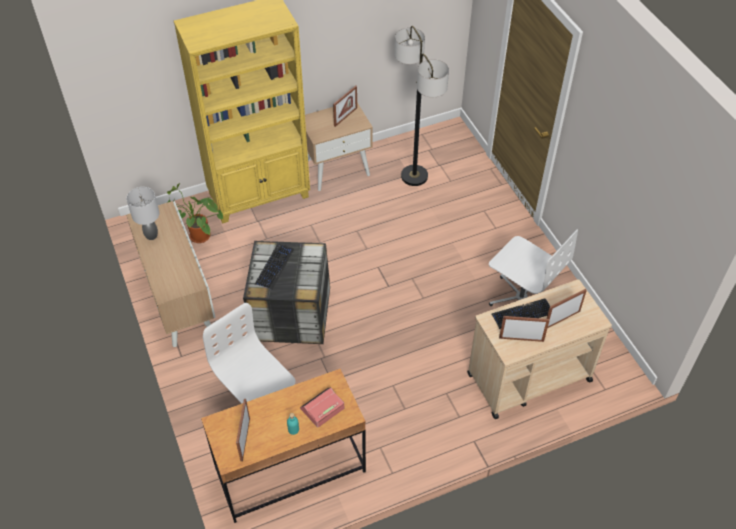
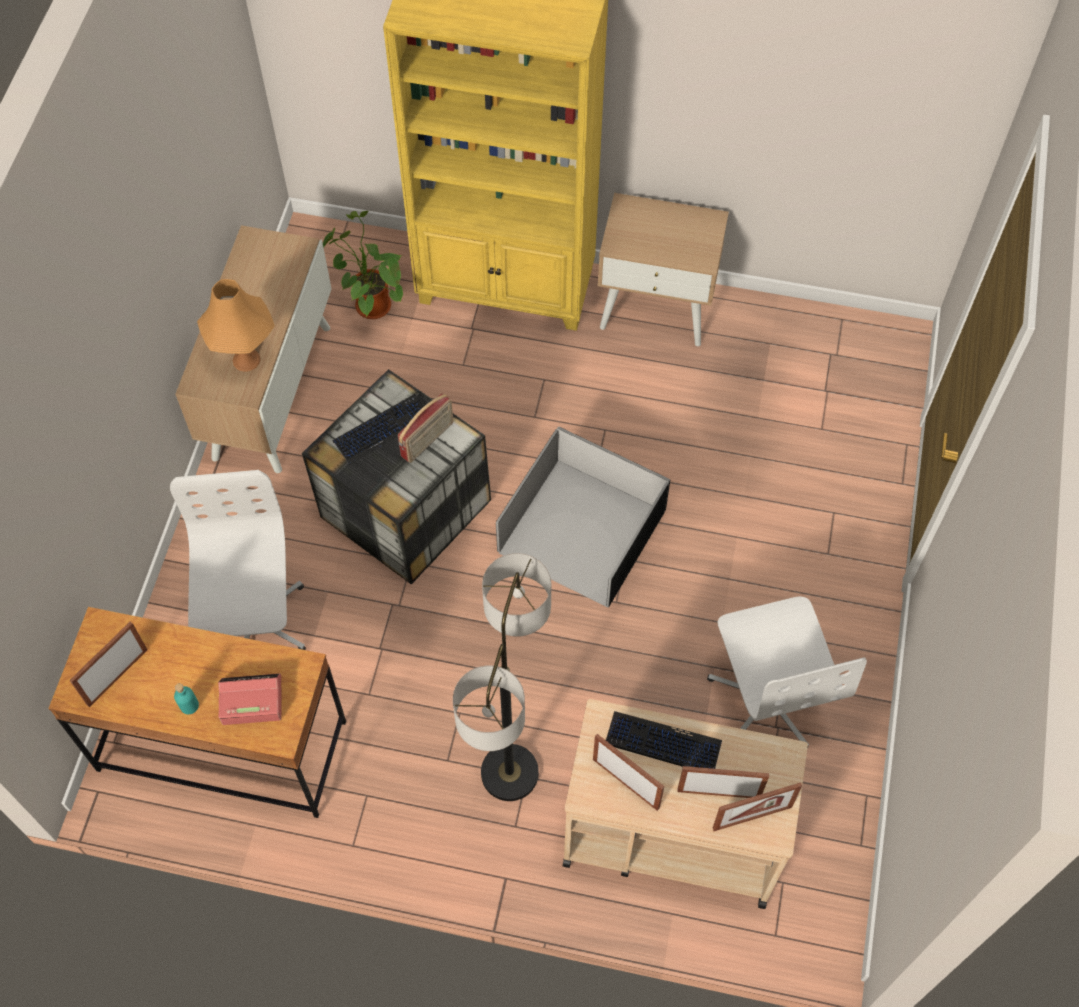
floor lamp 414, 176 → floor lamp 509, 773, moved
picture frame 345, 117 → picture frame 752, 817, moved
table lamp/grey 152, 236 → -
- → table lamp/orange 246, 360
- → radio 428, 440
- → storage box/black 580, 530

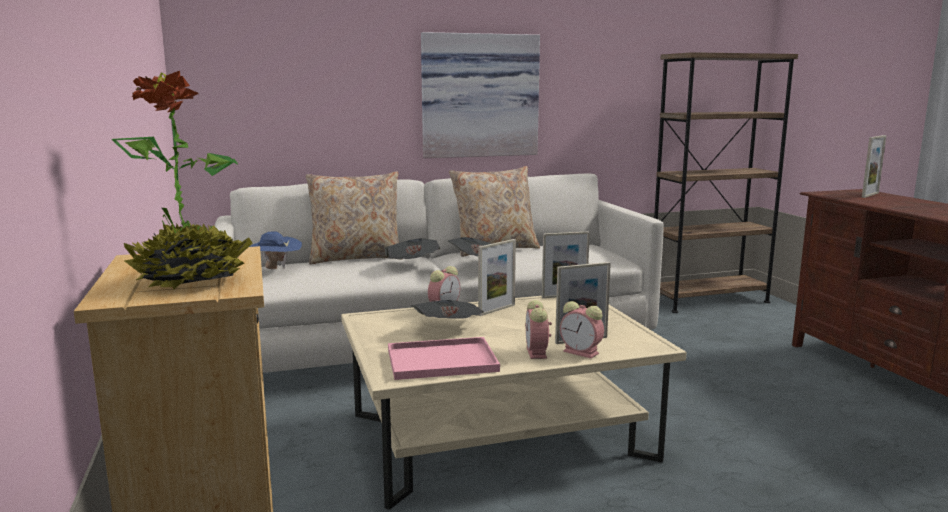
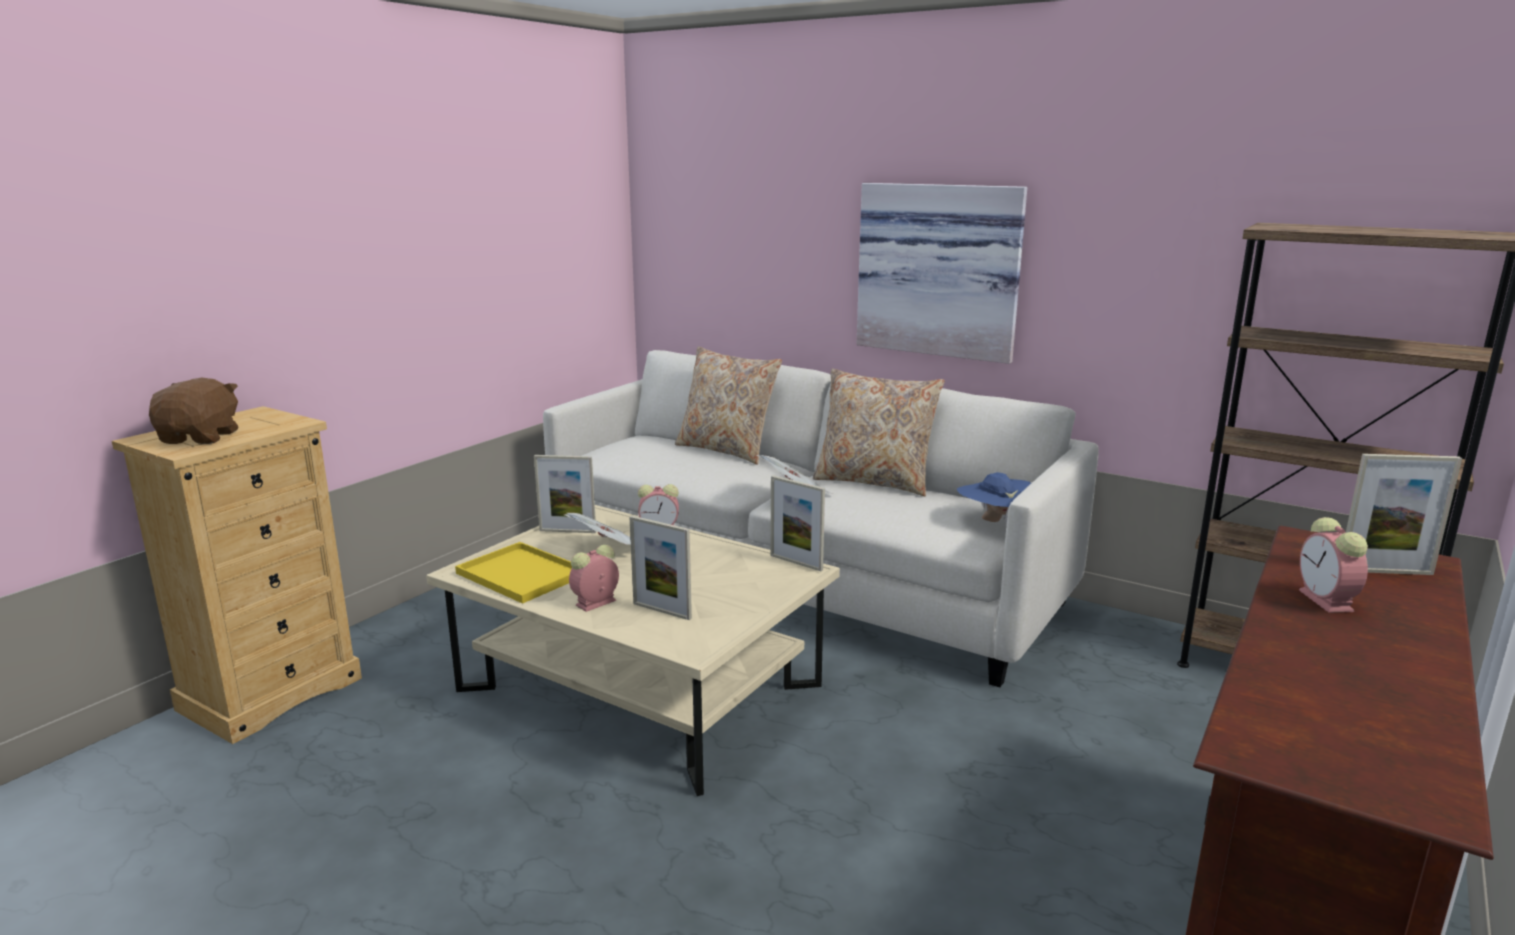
potted plant 191, 280 → plush toy/brown 201, 437
hat/blue 274, 269 → hat/blue 994, 521, moved
newspaper 412, 265 → -
picture frame 496, 310 → picture frame 567, 531, moved
alarm clock 582, 352 → alarm clock 1328, 601, moved
tray/pink 439, 361 → tray/yellow 519, 574

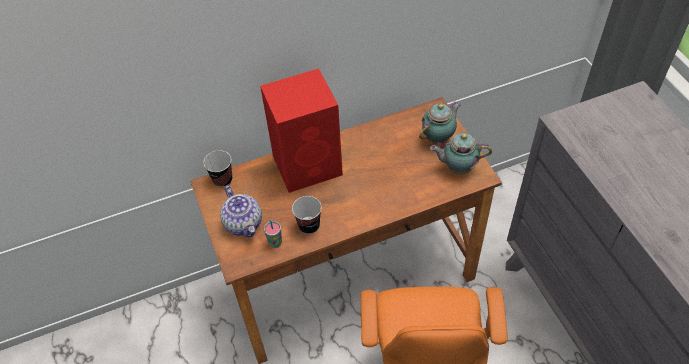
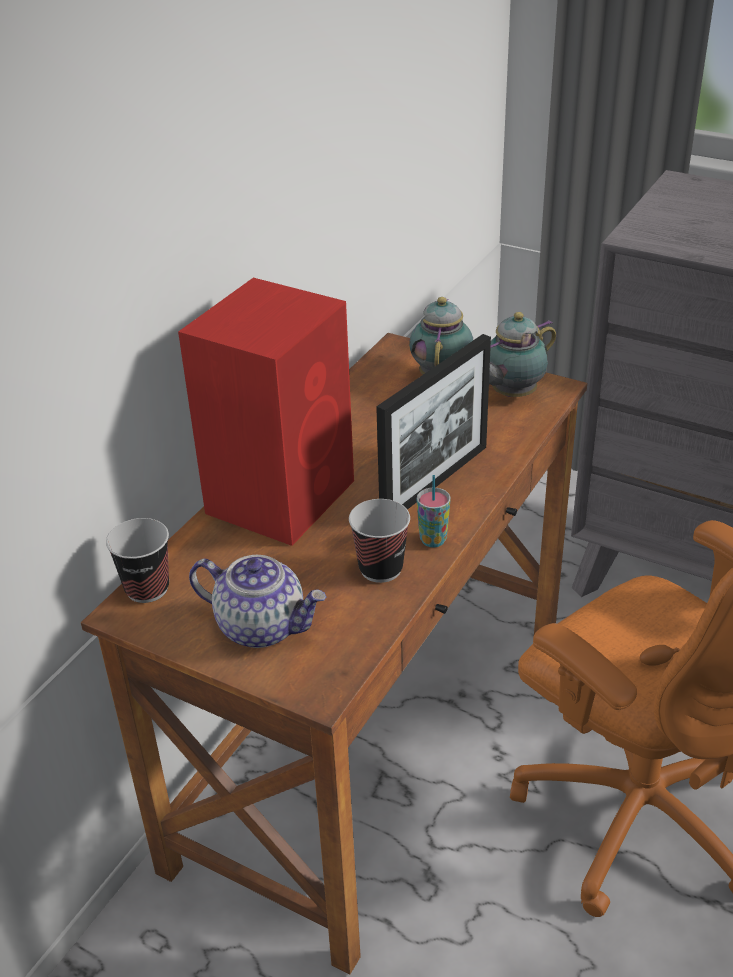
cup 275, 243 → cup 433, 540, moved
- → picture frame 435, 483

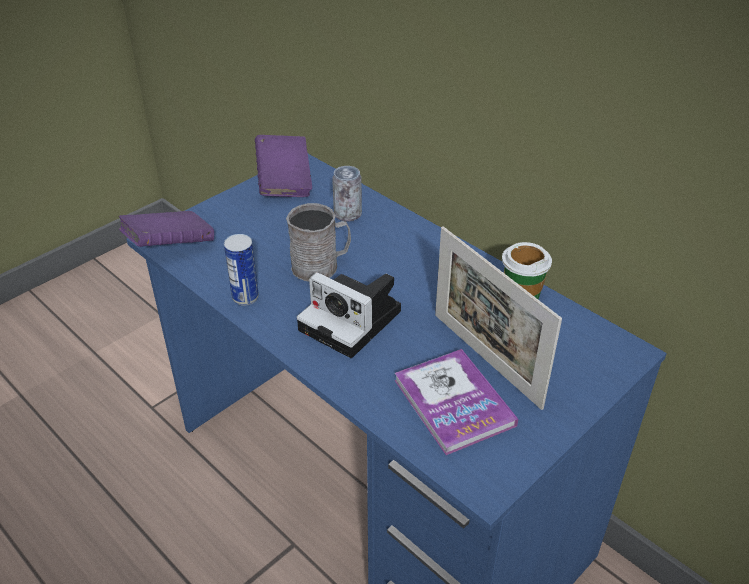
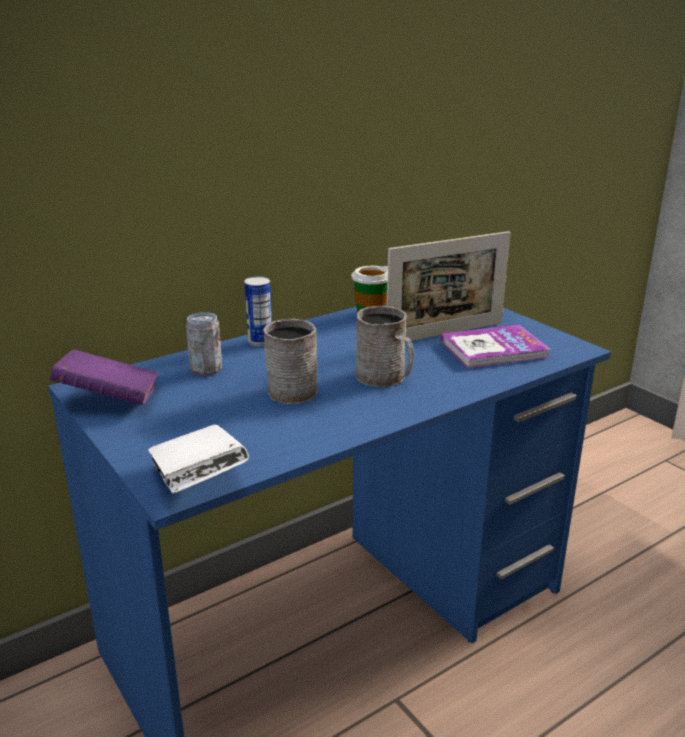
book/purple 170, 246 → book/white 198, 481
can 245, 297 → can 260, 342, moved
photo camera 354, 321 → mug/grey 385, 378

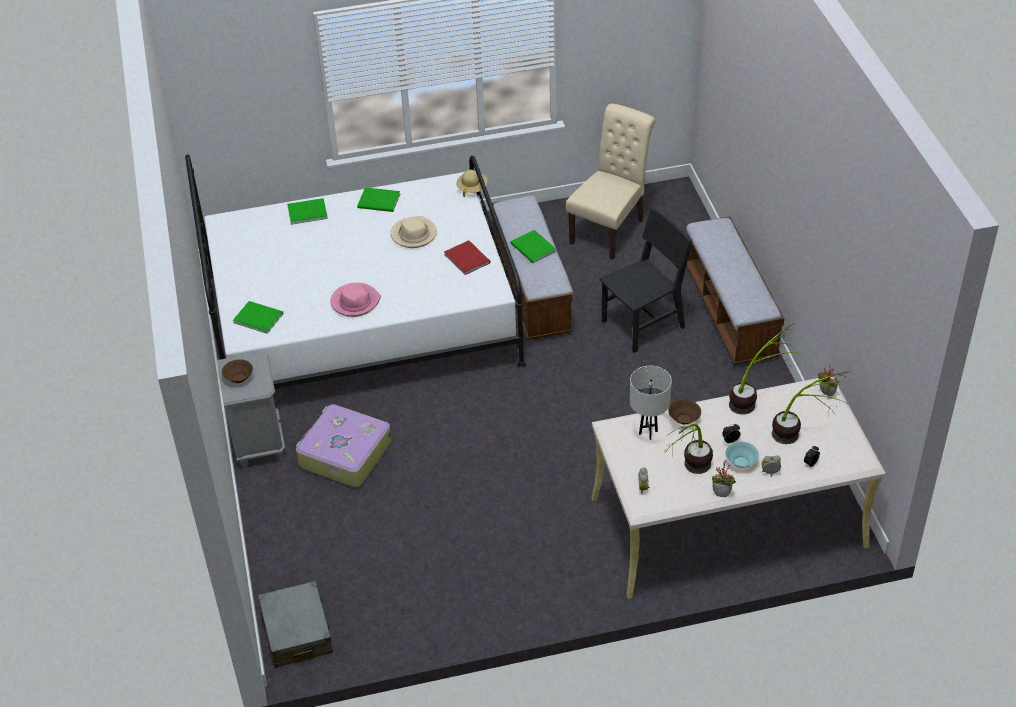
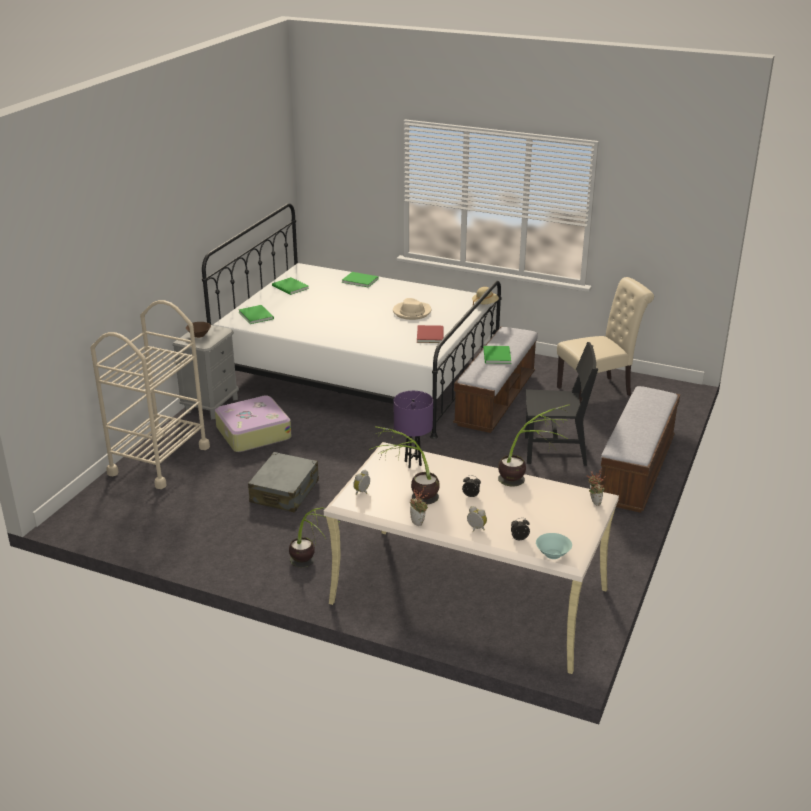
book/green 380, 202 → book/green 290, 288, moved
hat/pink 355, 302 → -
table lamp/white 648, 432 → table lamp/purple 413, 463
potted plant 802, 436 → potted plant 312, 566, moved
bowl/brown 684, 419 → -
bowl/turquoise 741, 462 → bowl/turquoise 553, 554, moved
suitcase/grey 297, 632 → suitcase/grey 285, 492, moved
- → cart/beige 159, 460

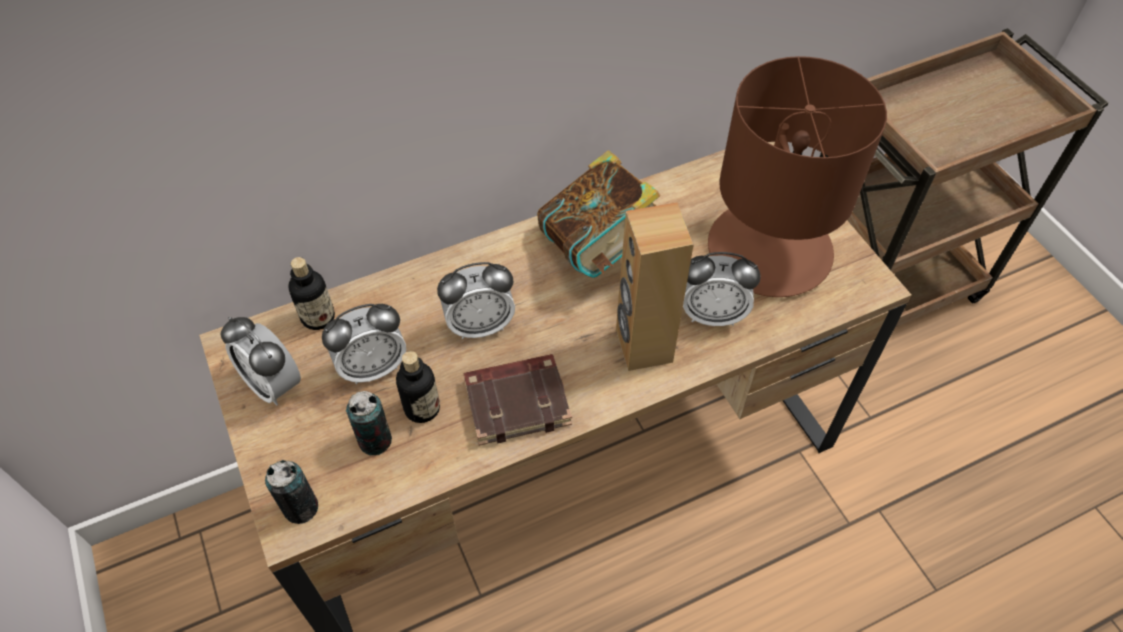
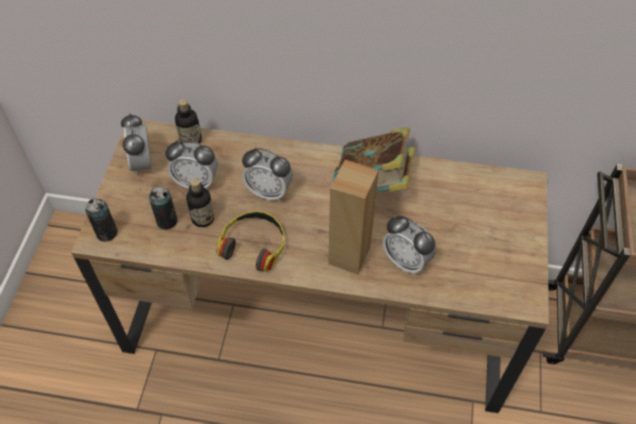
table lamp/brown 769, 248 → -
book/brown 518, 401 → headphones 254, 244

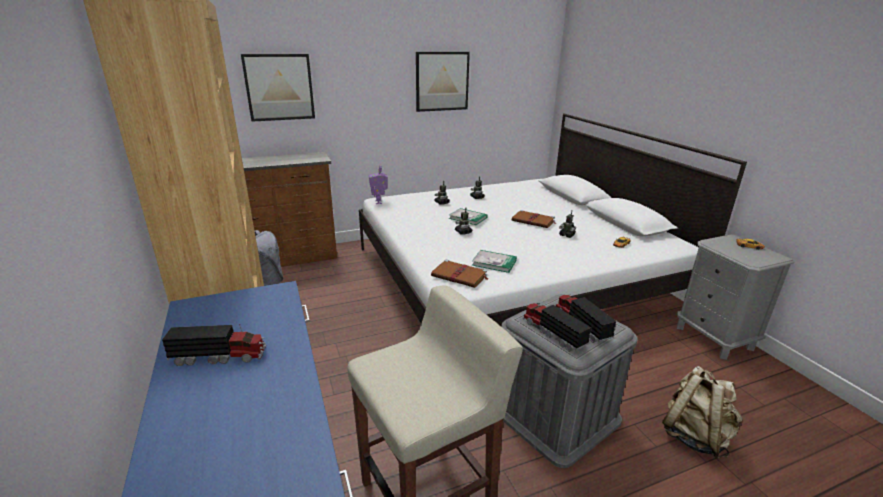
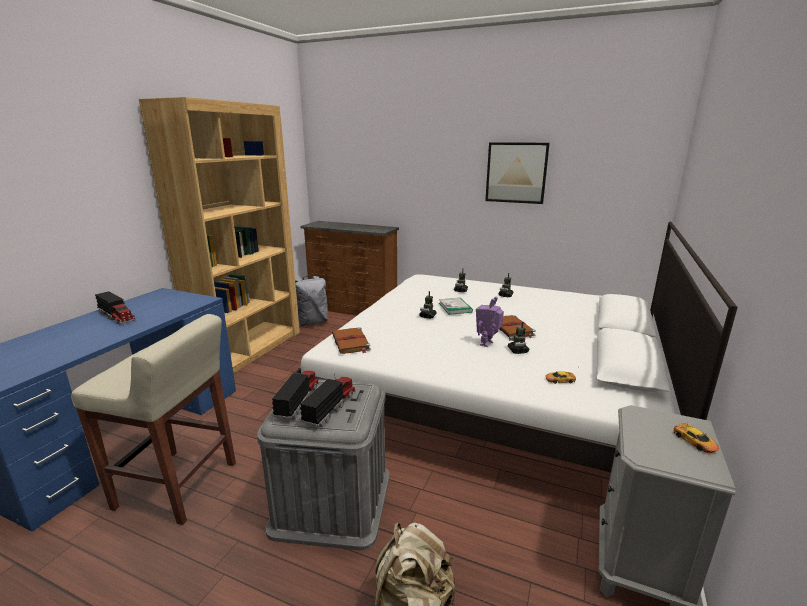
picture 279, 87 → -
toy robot 379, 202 → toy robot 487, 344, moved
book 494, 263 → -

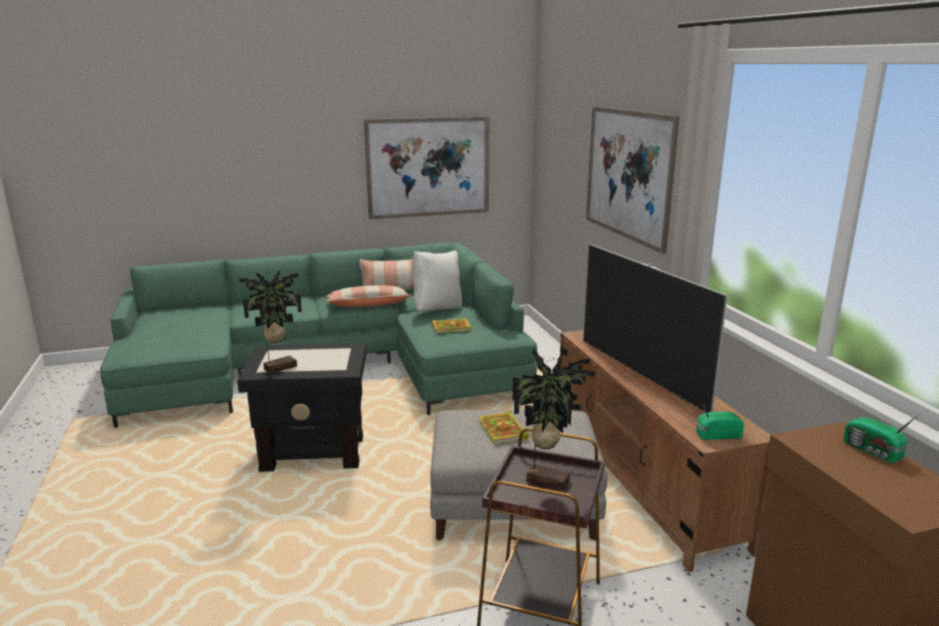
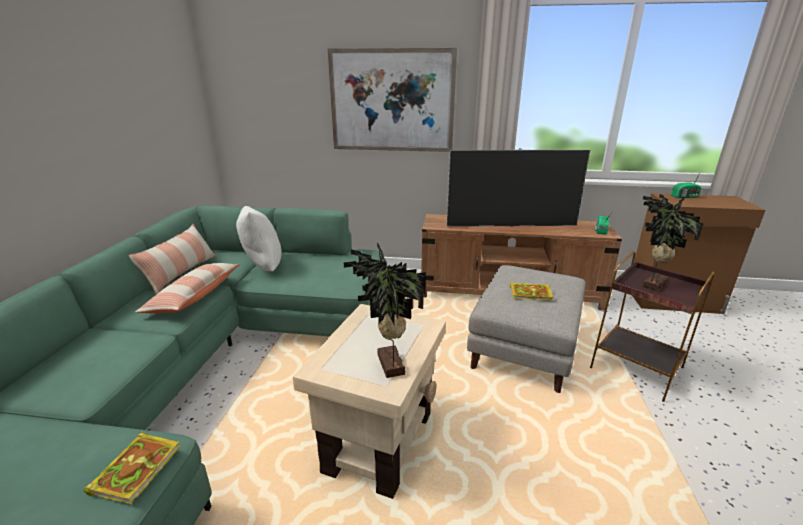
picture 428, 167 → -
book 452, 328 → book 137, 468, moved
side table/black 313, 454 → side table/beige 381, 441

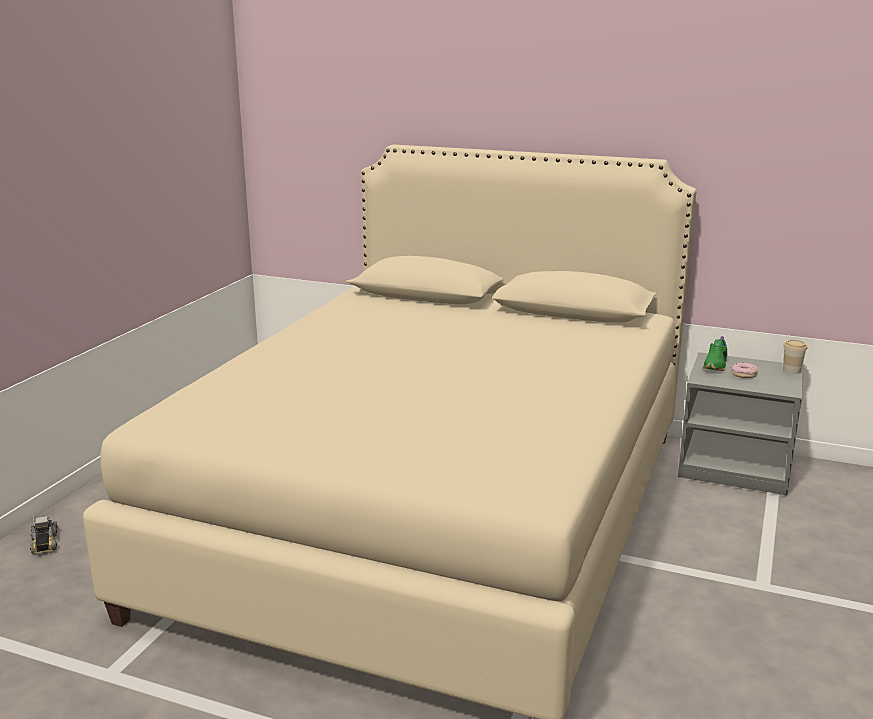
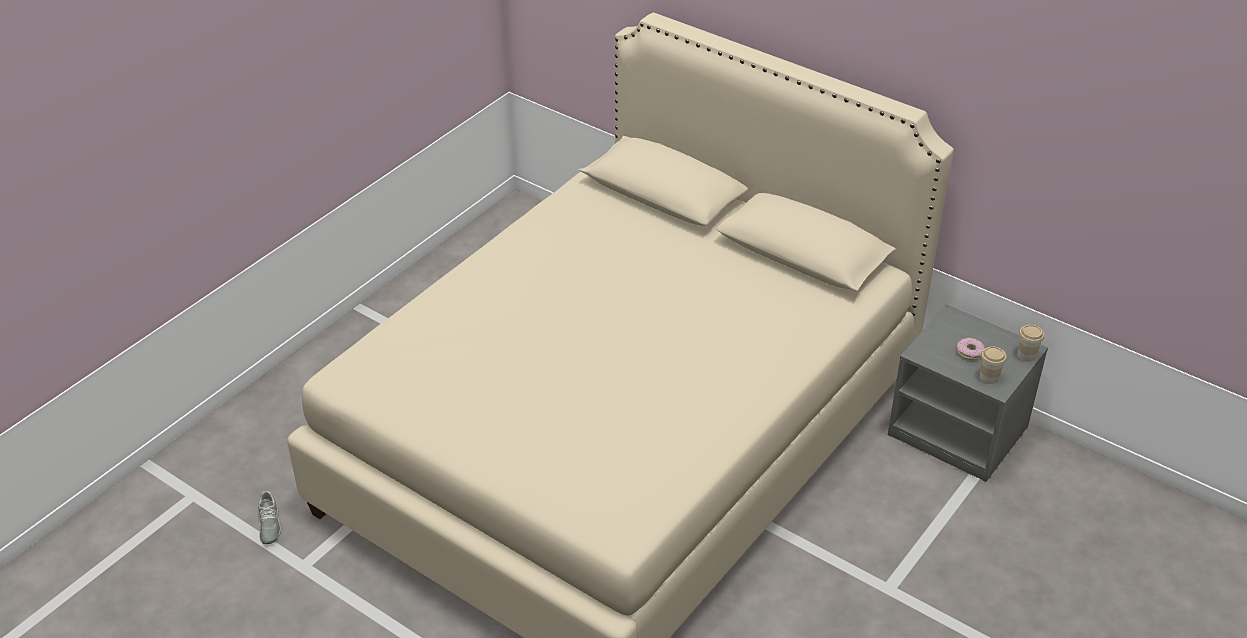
shoe/green 716, 366 → -
toy truck 44, 543 → -
- → cup 989, 377
- → shoe/grey 269, 524

